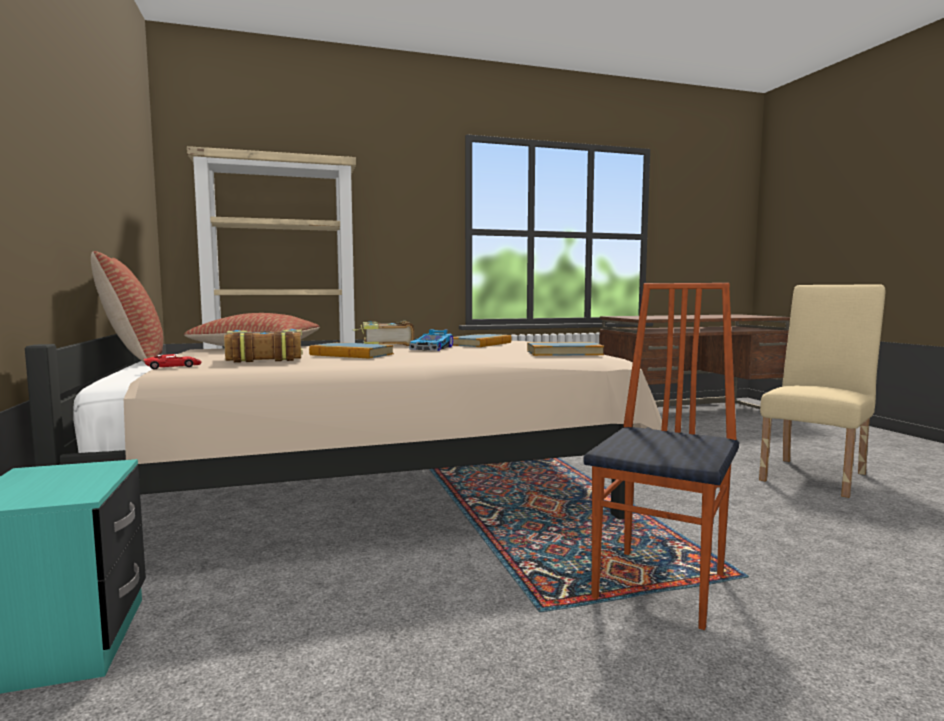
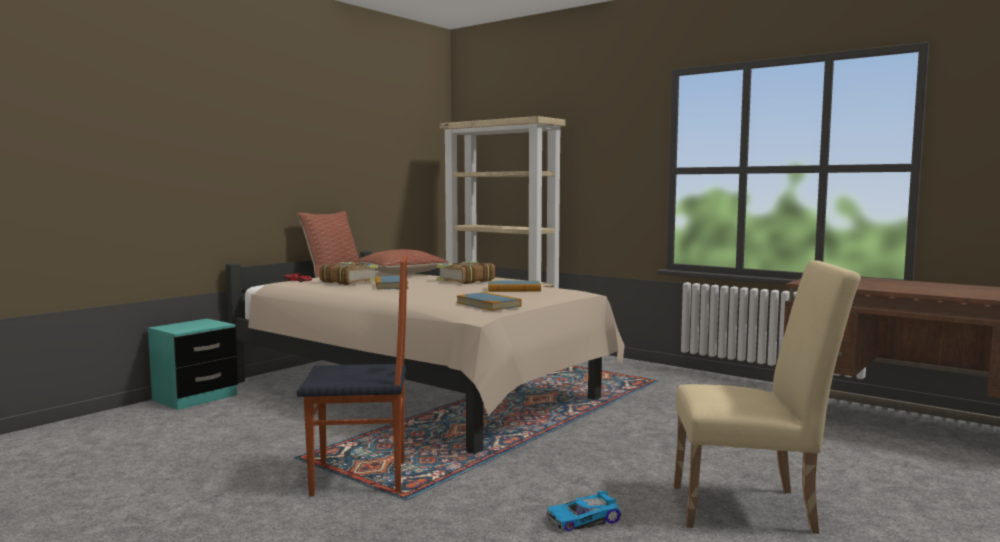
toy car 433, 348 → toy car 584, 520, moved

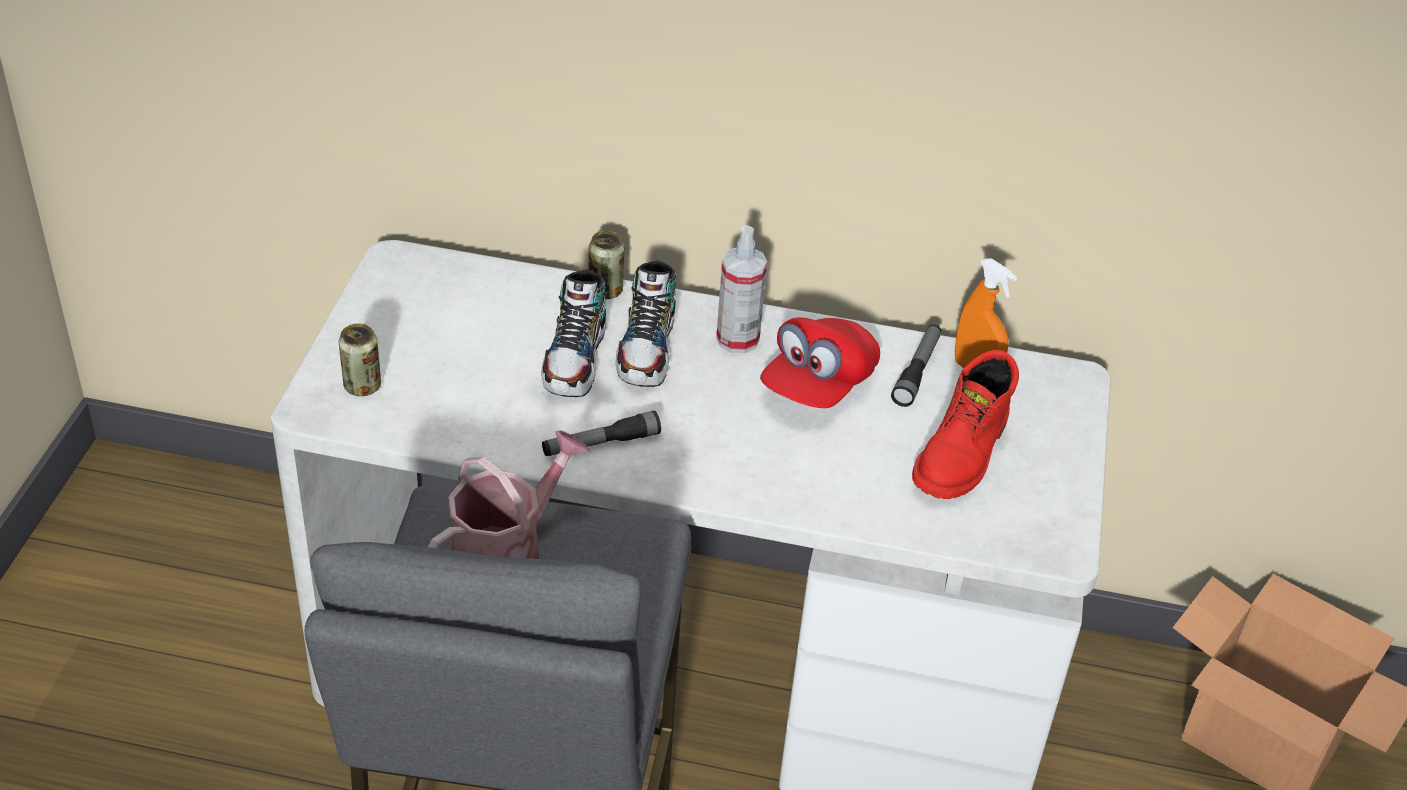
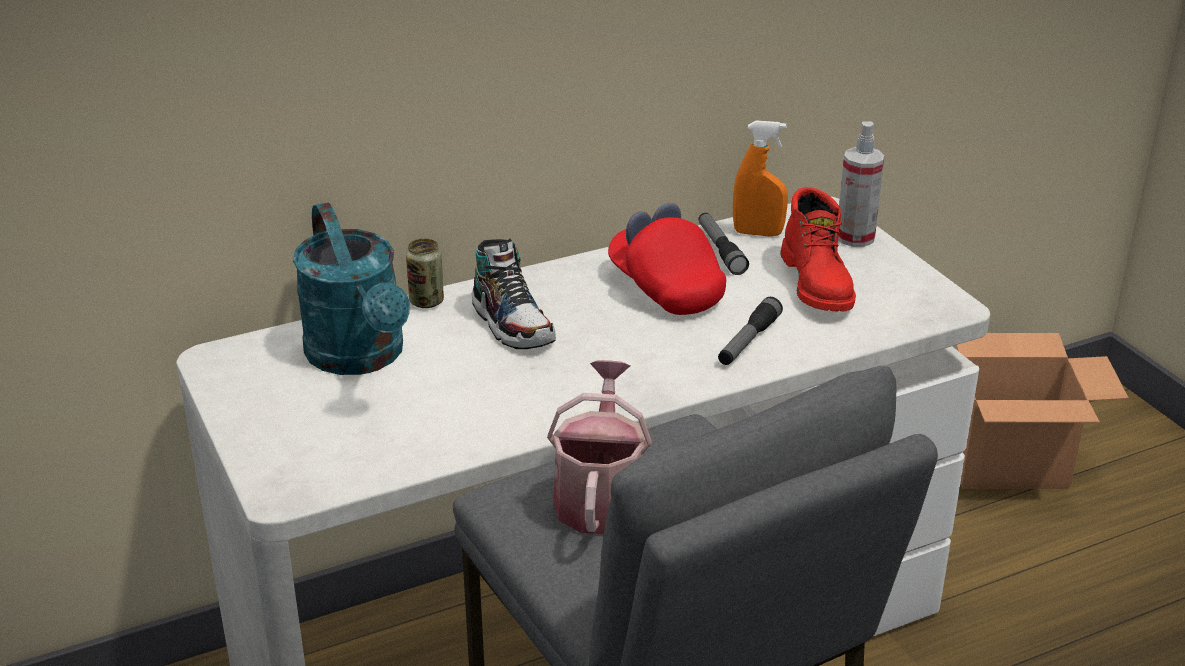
spray bottle 737, 339 → spray bottle 855, 237, moved
shoe 575, 360 → -
cap/red 818, 384 → cap/red 665, 288, 150 degrees clockwise
can 362, 386 → -
flashlight 601, 444 → flashlight 748, 341, moved
- → watering can/turquoise 361, 357

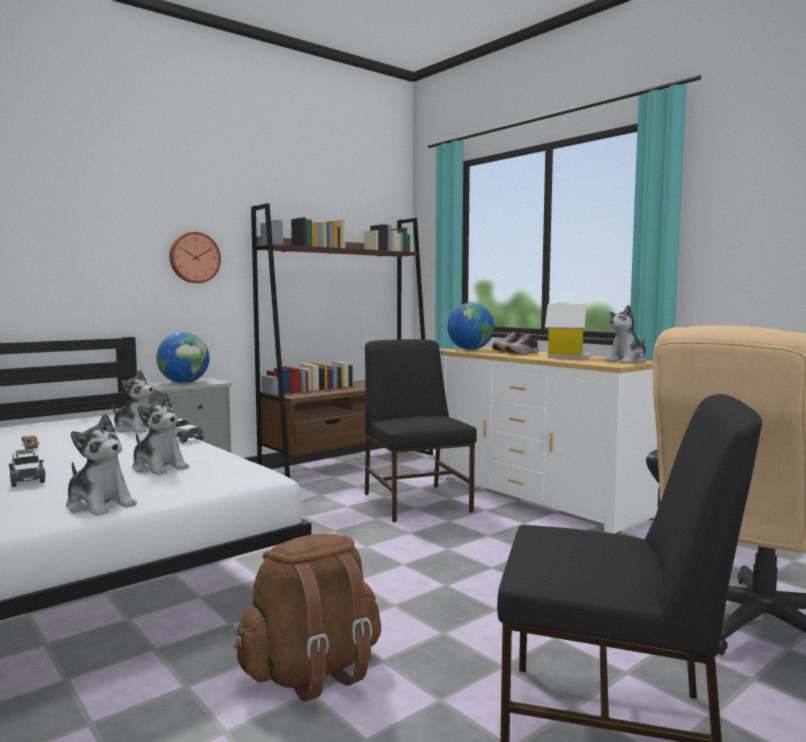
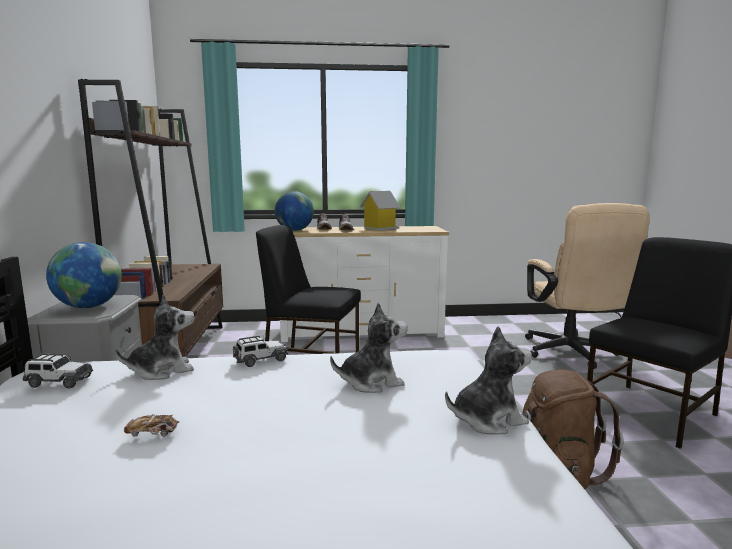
wall clock 194, 257 → -
plush toy 627, 361 → -
toy car 27, 479 → toy car 59, 382, moved

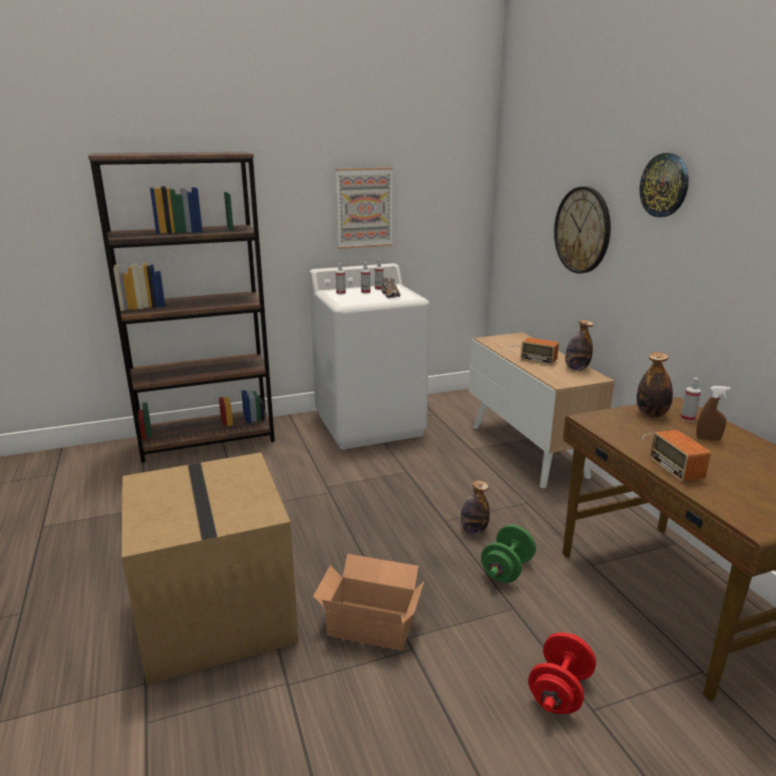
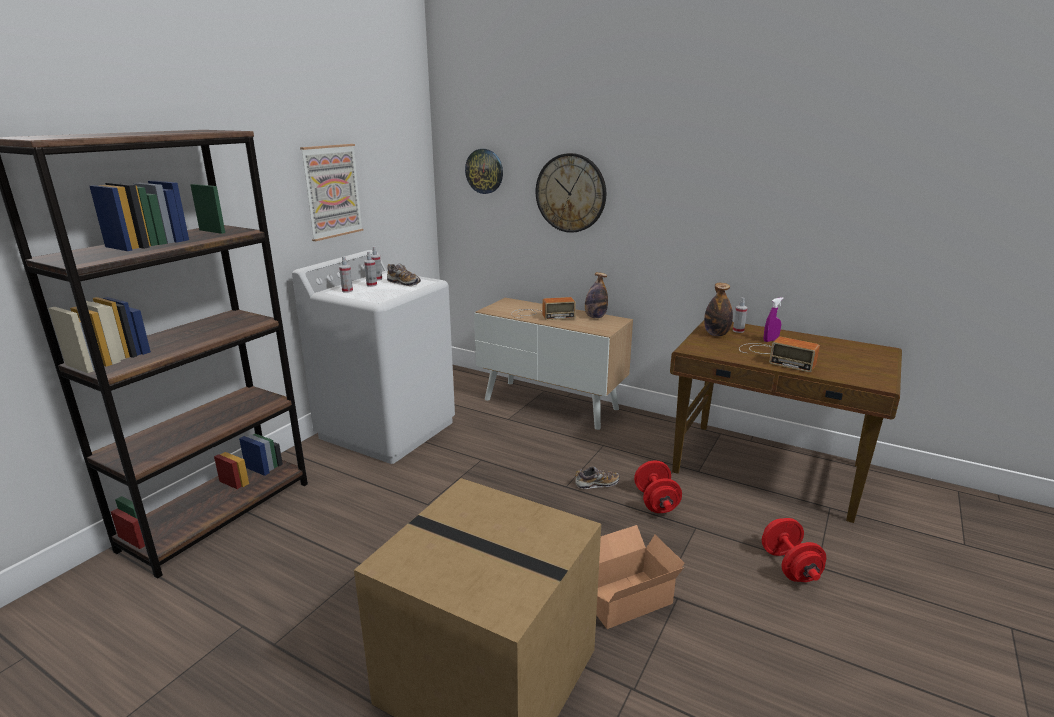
wall clock 664, 185 → wall clock 484, 171, moved
spray bottle/brown 708, 439 → spray bottle/purple 770, 340
bottle 473, 530 → shoe 596, 484
dumbbell/green 507, 569 → dumbbell/red 656, 502

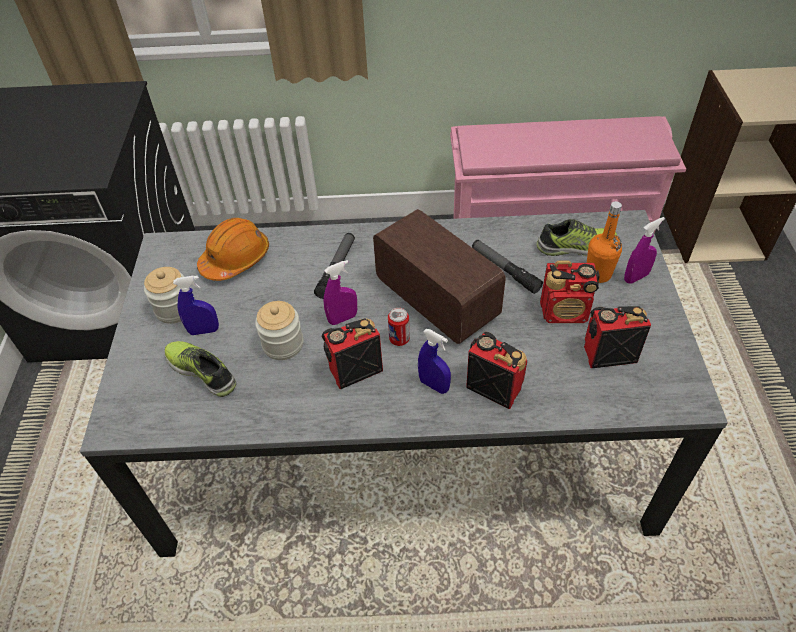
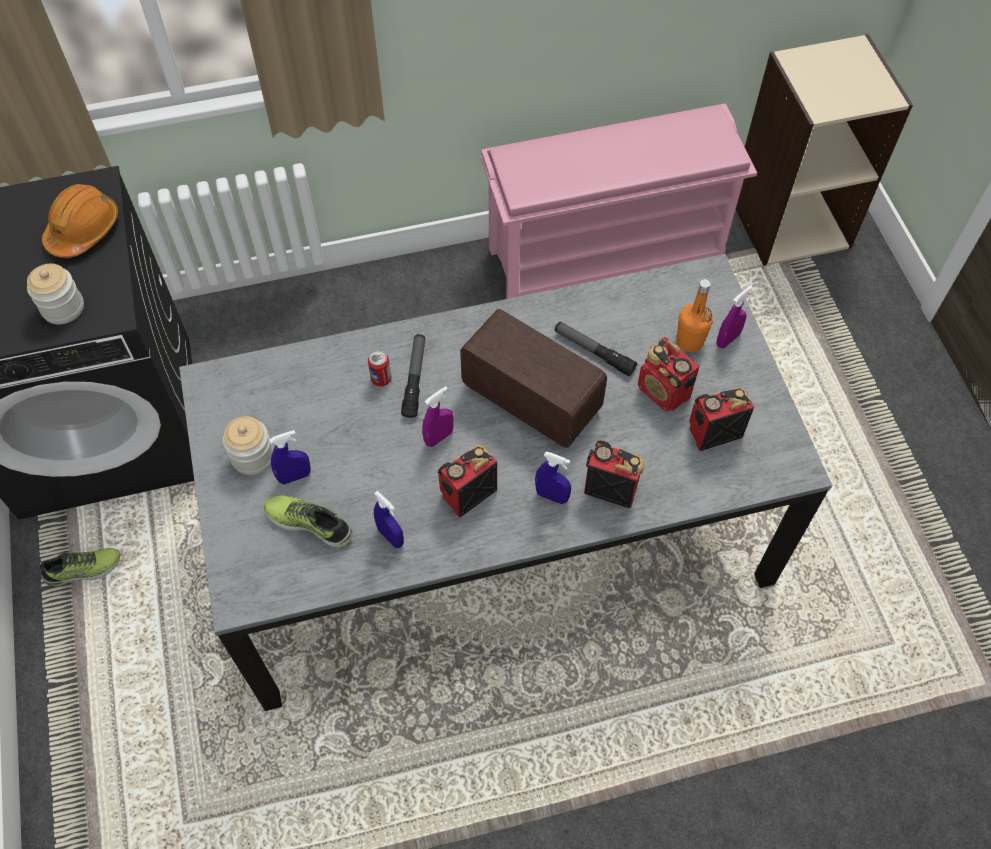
hard hat/orange 236, 259 → hard hat/orange 84, 230, moved
shoe 576, 247 → shoe 83, 570, moved
radio 565, 312 → radio 664, 392, 60 degrees clockwise
jar 283, 344 → jar 63, 308, moved
can 399, 339 → can 381, 379, moved
- → spray bottle/blue 390, 536

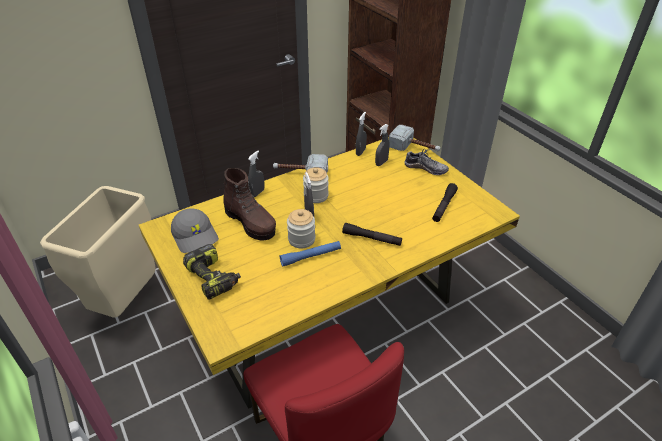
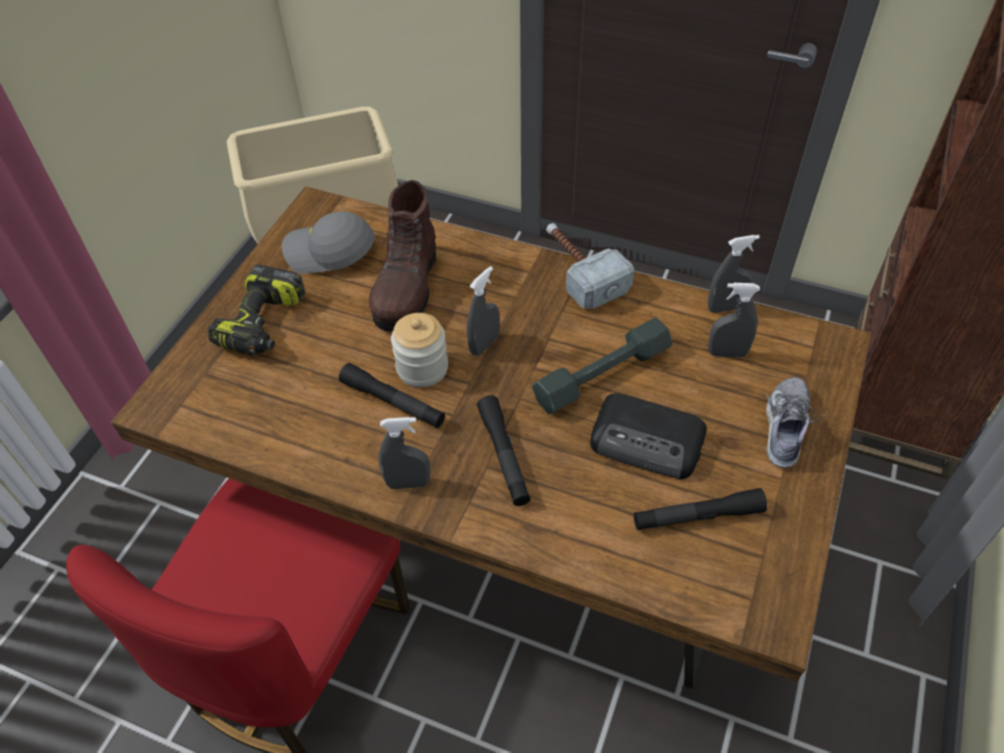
hammer 414, 148 → -
dining table/yellow 331, 316 → dining table/brown 510, 528
shoe 425, 168 → shoe 785, 427, 150 degrees counterclockwise
spray bottle/grey 257, 193 → spray bottle/grey 408, 483, moved
jar 316, 196 → -
cap/grey 196, 236 → cap/grey 329, 253, 75 degrees clockwise
flashlight/blue 310, 256 → flashlight/black 393, 402
- → dumbbell/grey 602, 374
- → radio 648, 442

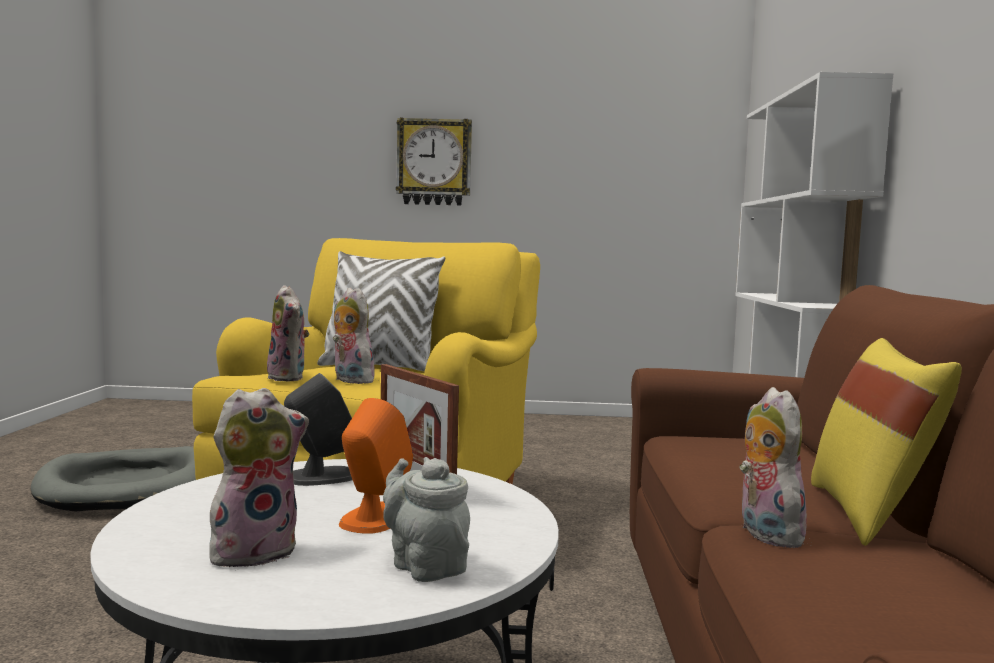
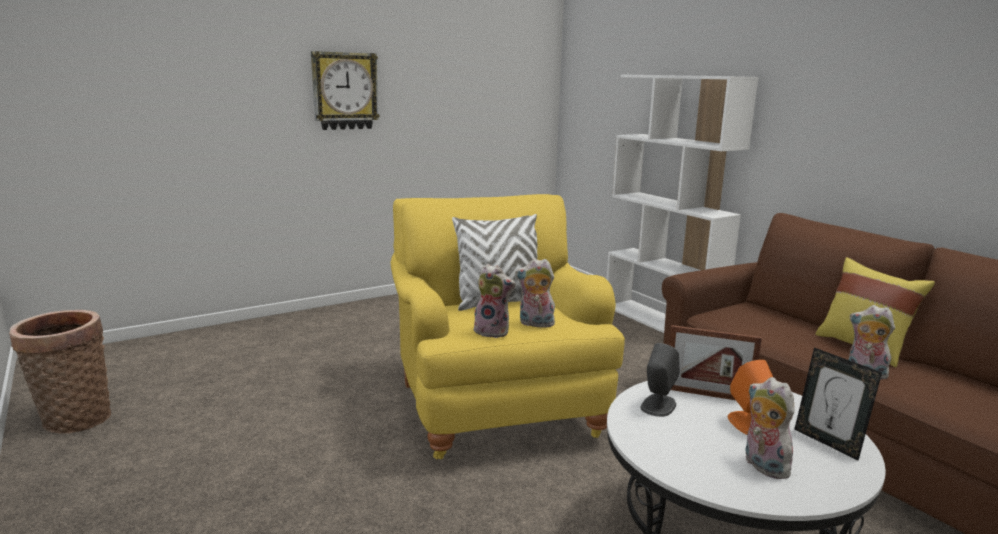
plush toy 255, 551 → plush toy 762, 466, 45 degrees counterclockwise
dog bed/grey 128, 486 → -
teapot/grey 425, 565 → picture frame 828, 442
- → basket 73, 419

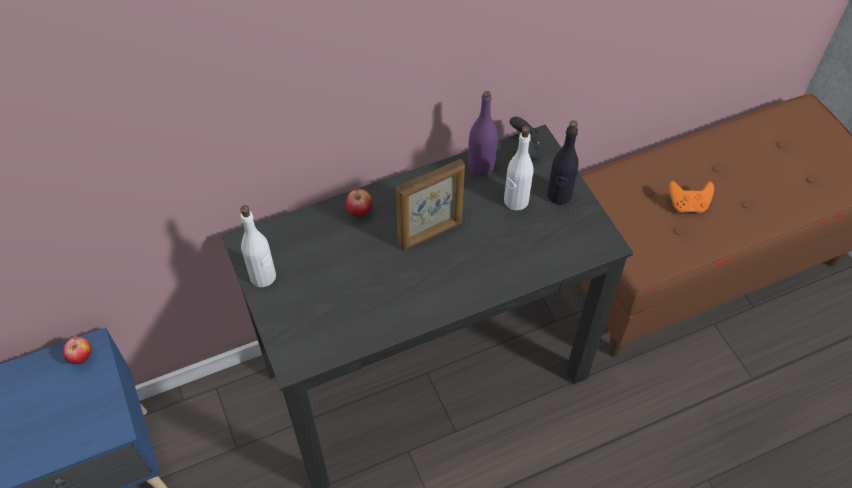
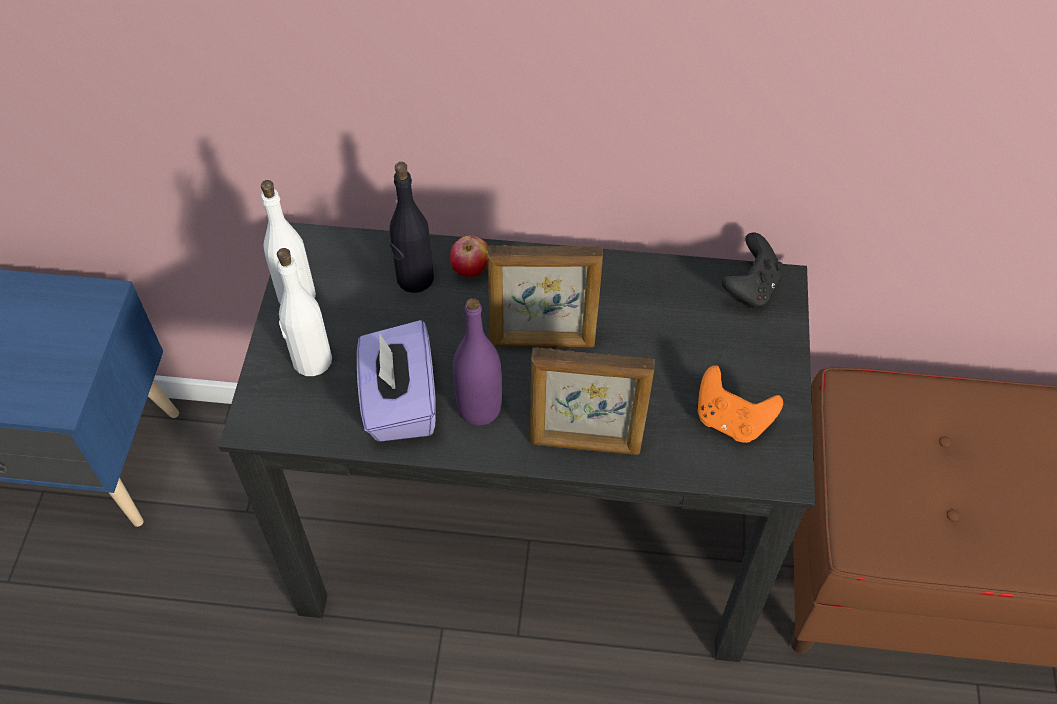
bottle/purple 481, 167 → bottle/purple 479, 408, moved
bottle/black 559, 195 → bottle/black 414, 279, moved
bottle/white 515, 201 → bottle/white 311, 360, moved
game controller/orange 687, 205 → game controller/orange 731, 420, moved
apple 82, 358 → -
- → tissue box/purple 399, 402
- → picture frame 585, 444

